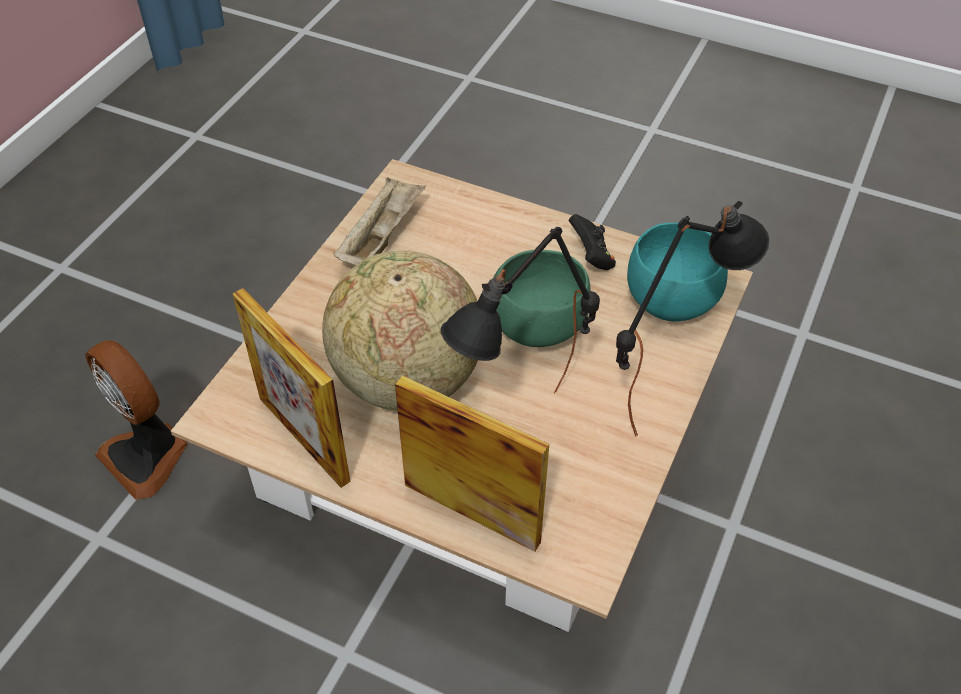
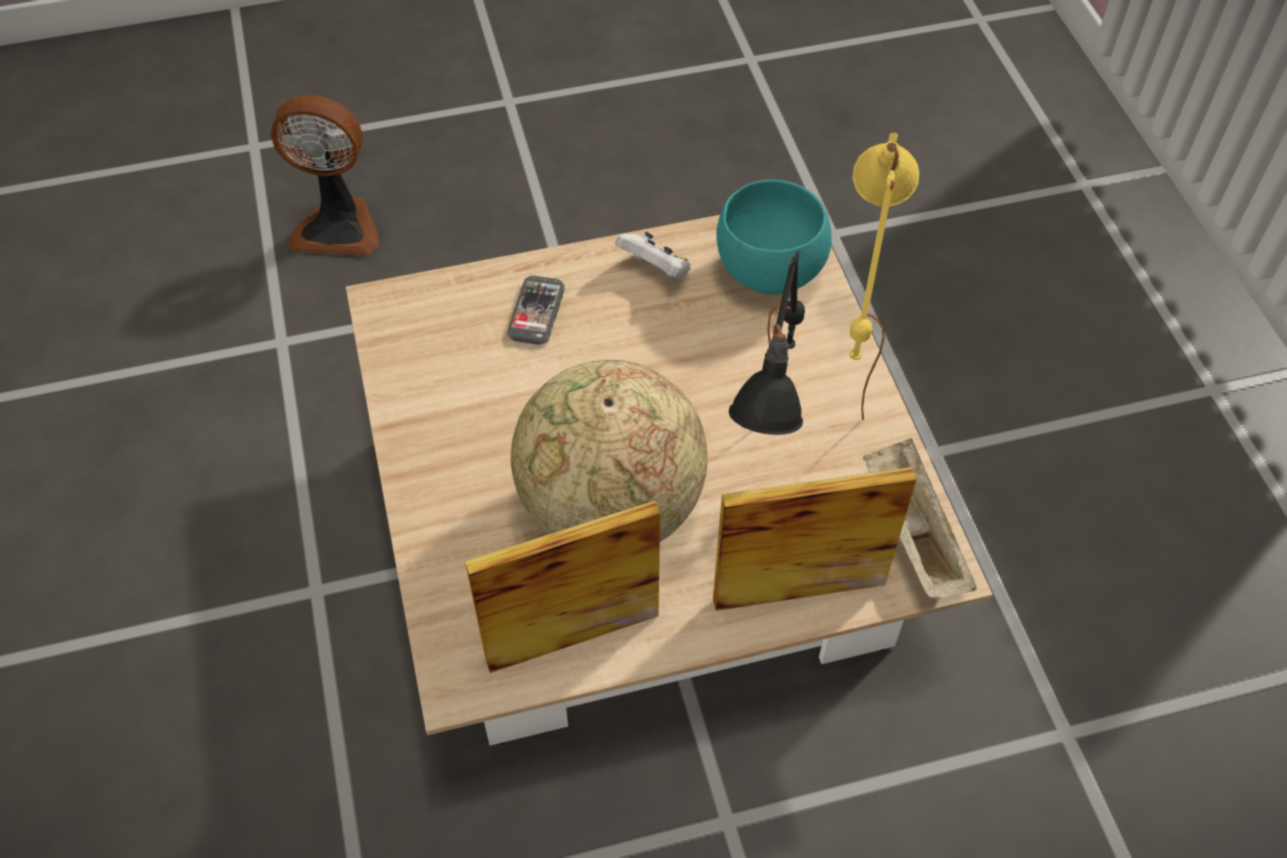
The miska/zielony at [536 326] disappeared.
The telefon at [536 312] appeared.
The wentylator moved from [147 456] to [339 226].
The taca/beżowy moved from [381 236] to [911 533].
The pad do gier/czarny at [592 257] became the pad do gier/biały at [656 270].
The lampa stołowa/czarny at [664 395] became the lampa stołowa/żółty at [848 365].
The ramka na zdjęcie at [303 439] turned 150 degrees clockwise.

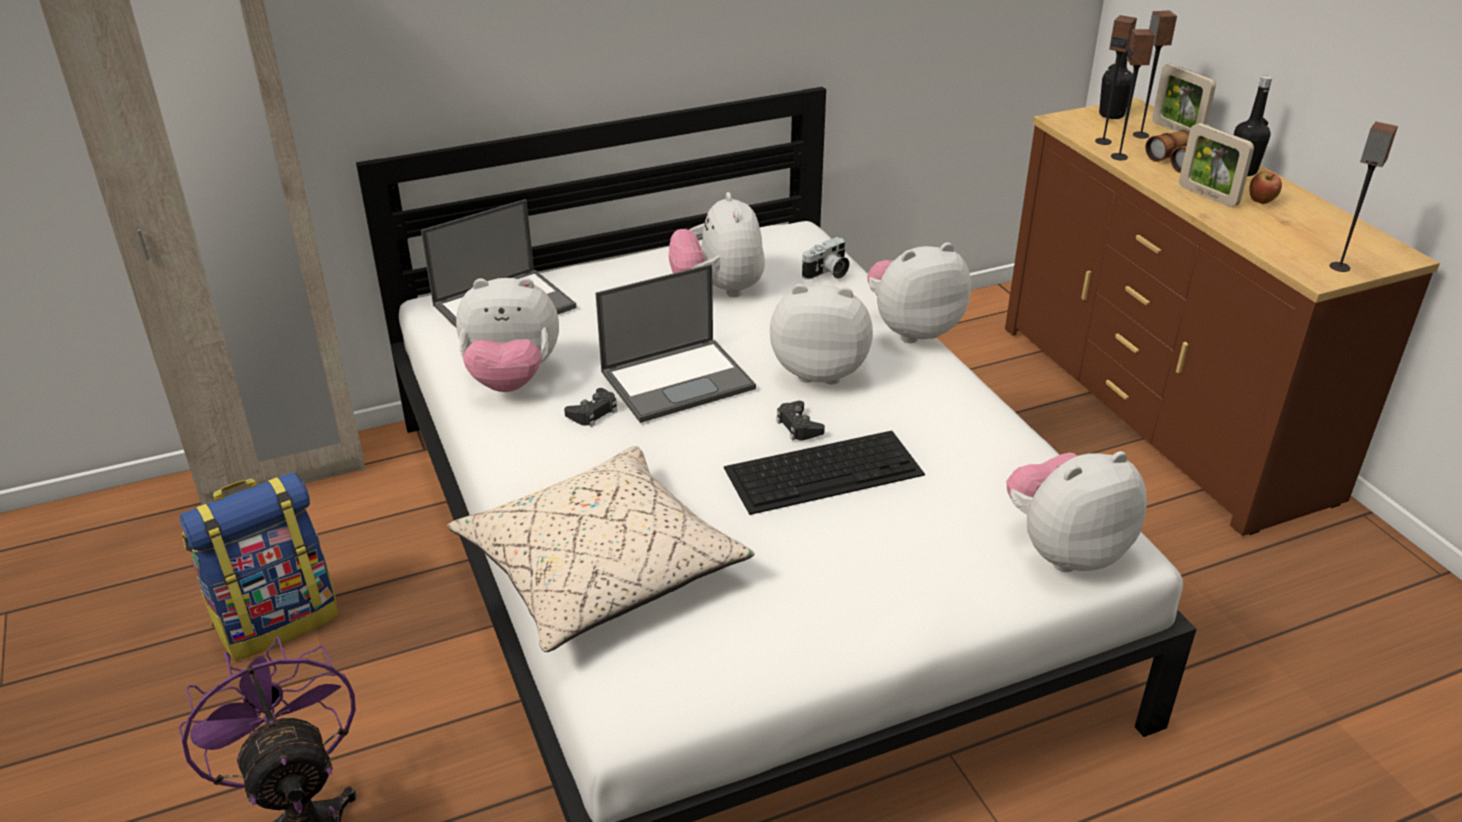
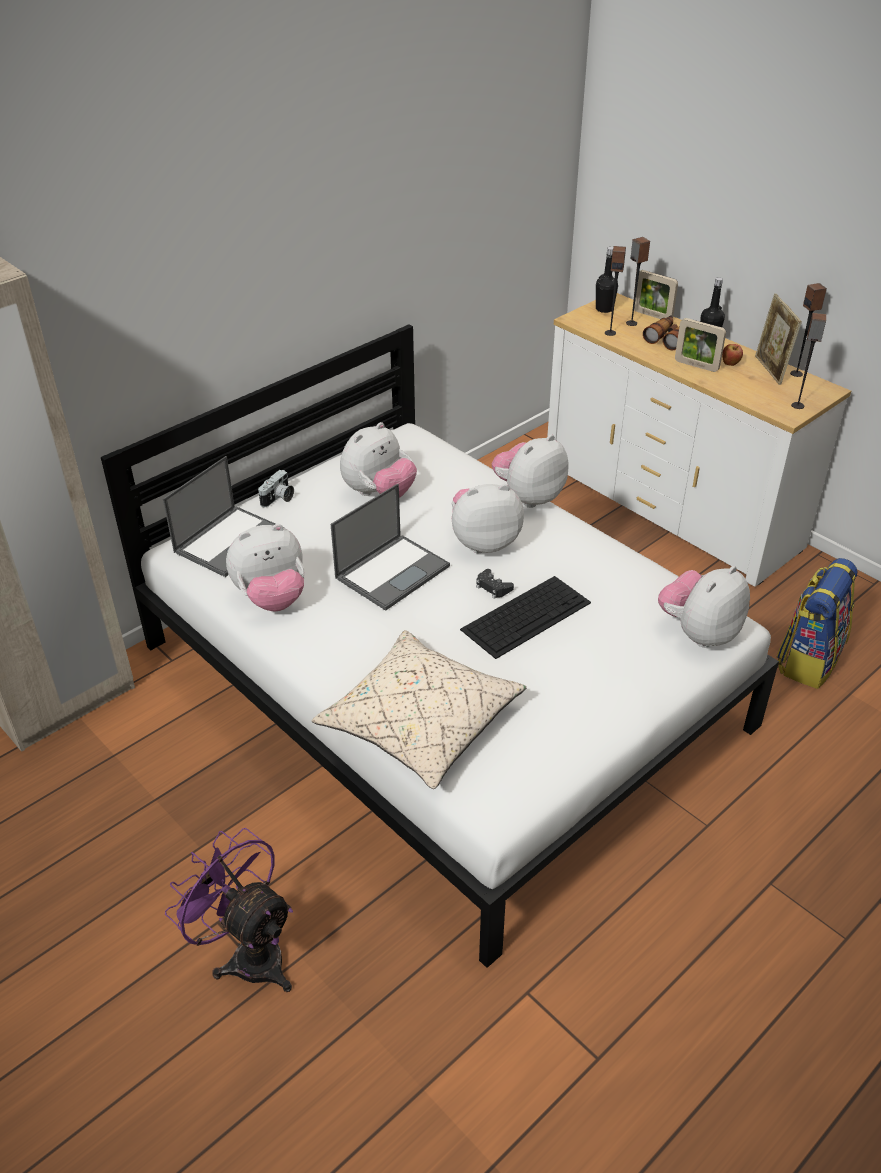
The pad do gier/czarny at [593 412] disappeared.
The ramka na zdjęcie at [770 370] appeared.
The plecak moved from [277 619] to [808 659].
The aparat fotograficzny moved from [827 273] to [278 499].
The głośnik moved from [1119 157] to [796 373].
The komoda/brązowy at [1160 408] became the komoda/biały at [670 507].
The pluszak at [718 289] turned 105 degrees counterclockwise.

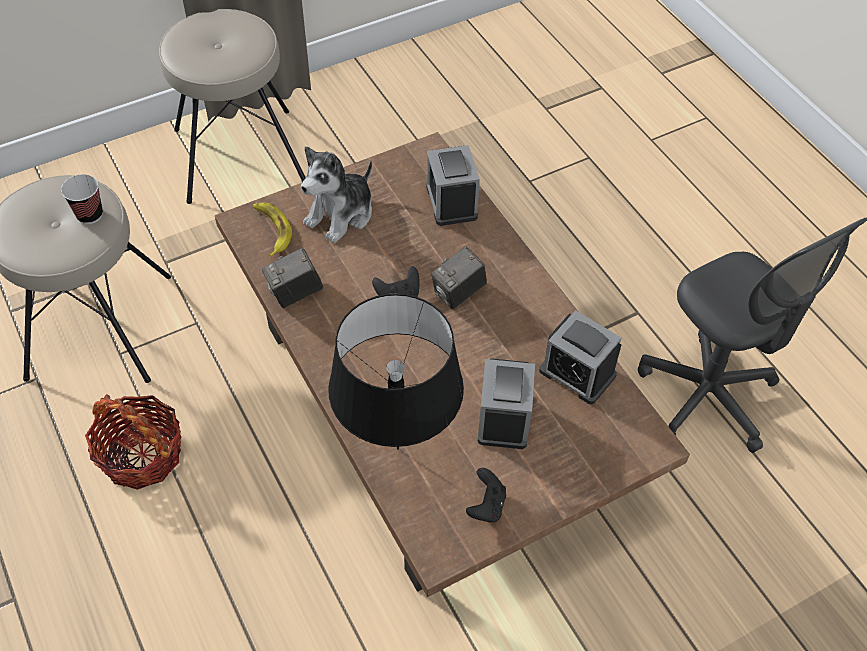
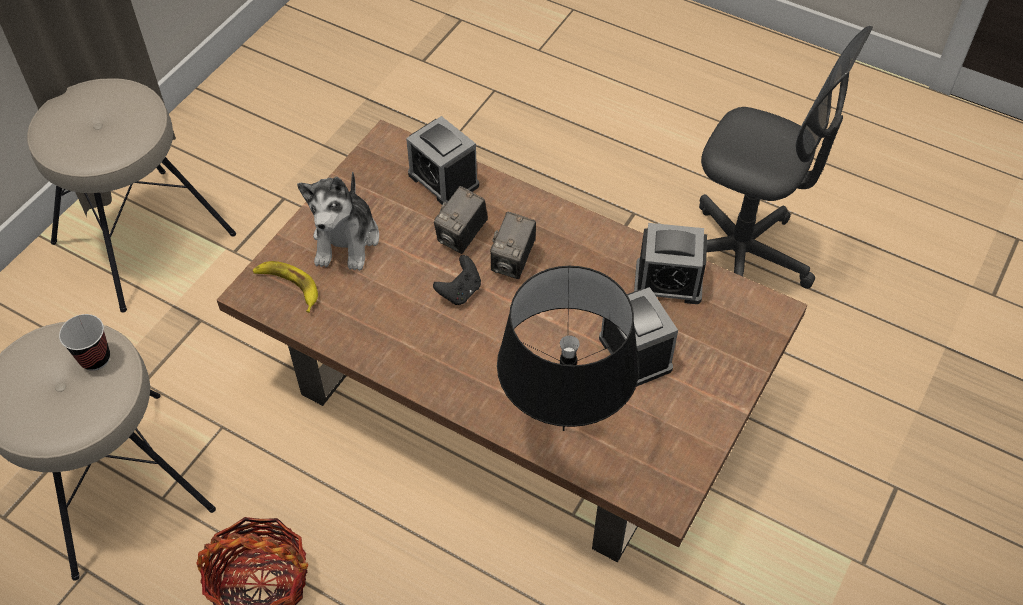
The pad do gier/czarny at [486 505] disappeared.
The aparat fotograficzny moved from [295 293] to [462 236].

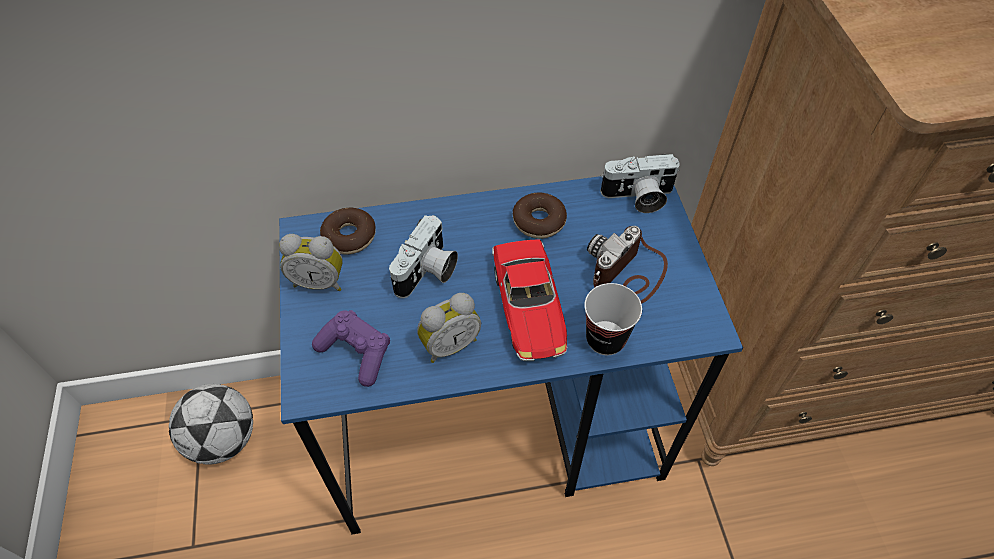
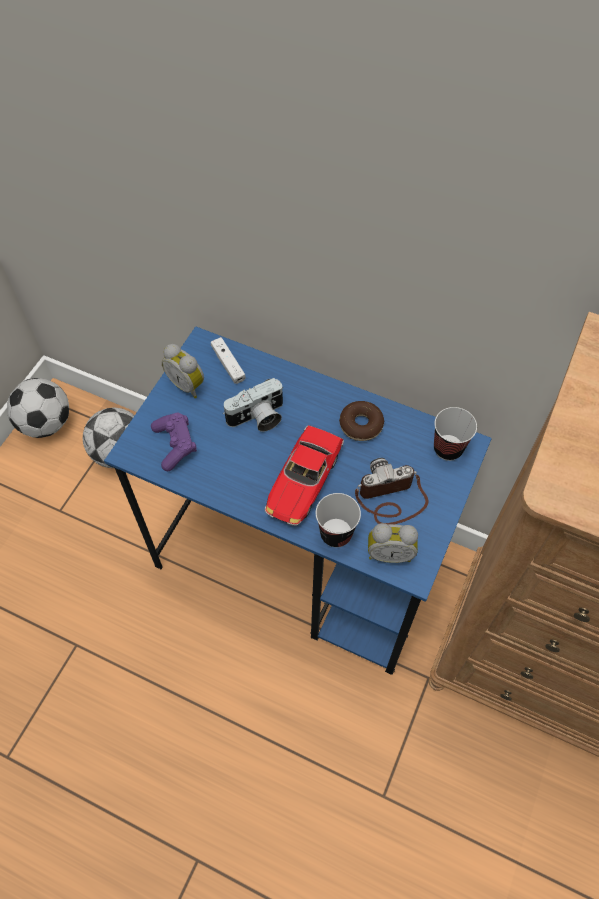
The piłka futbolowa at [46 423] appeared.
The budzik moved from [449 344] to [389 553].
The donut at [349 237] was replaced by the pad do gier/biały at [228 364].
The aparat fotograficzny at [638 197] was replaced by the filiżanka at [448 448].

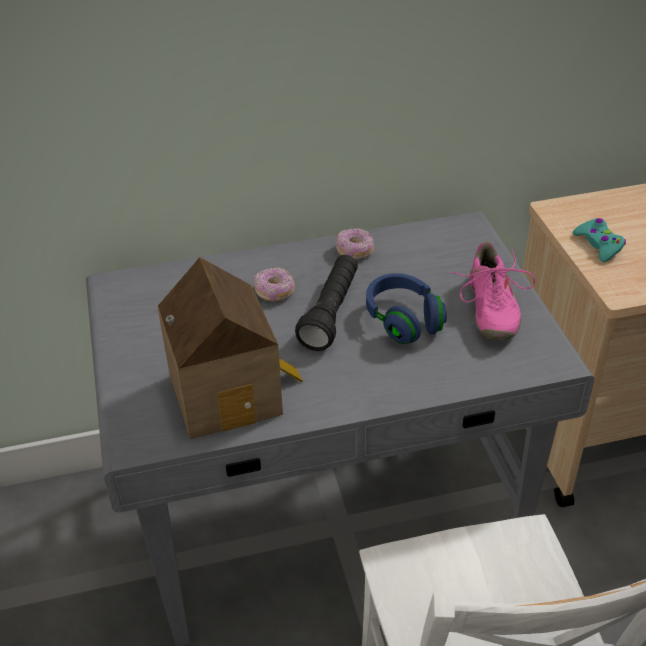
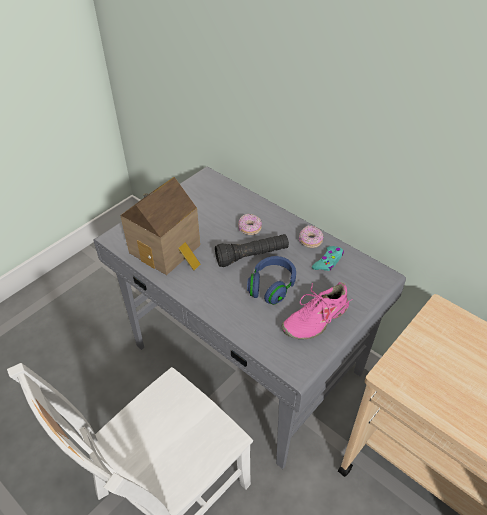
The pad do gier/turkusowy moved from [599 245] to [328 262].

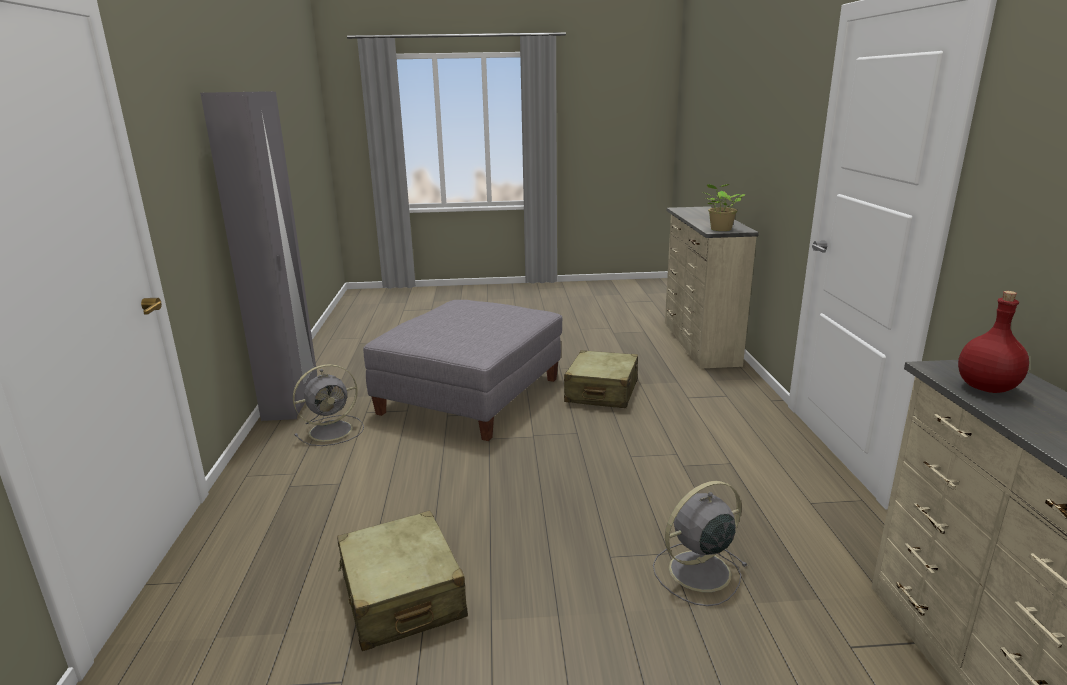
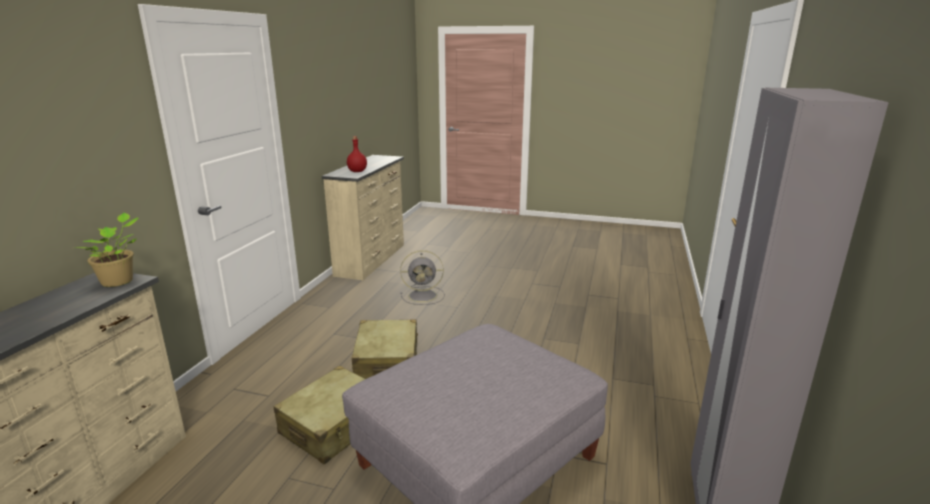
The wentylator/szary at [333 430] disappeared.
The walizka/beżowy moved from [402 596] to [387 362].

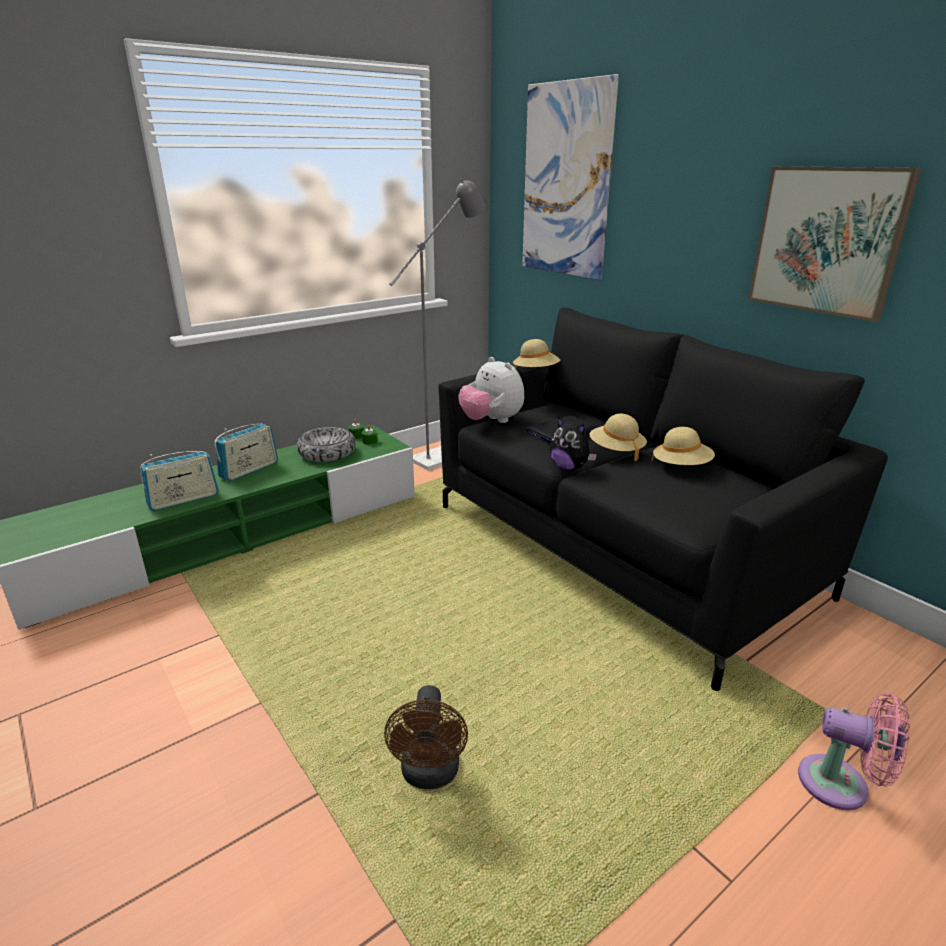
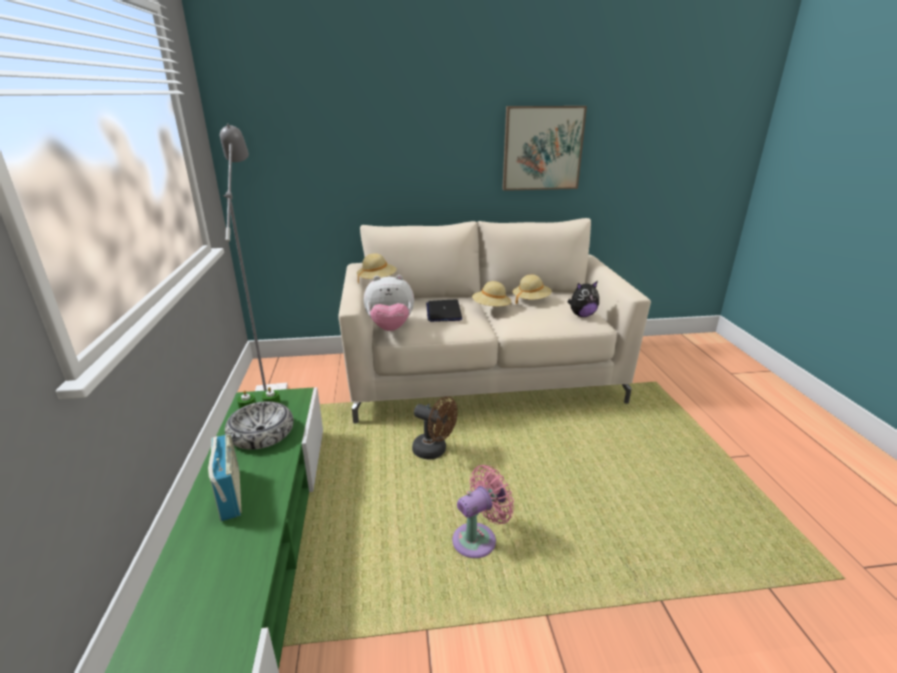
The radio at [184 500] disappeared.
The obraz at [565 181] disappeared.
The wentylator/brązowy moved from [430 775] to [434 451].
The pluszak moved from [569 467] to [582 315].
The wentylator/różowy moved from [841 785] to [478 538].
The kanapa/czarny at [618 548] became the kanapa/beżowy at [482 376].

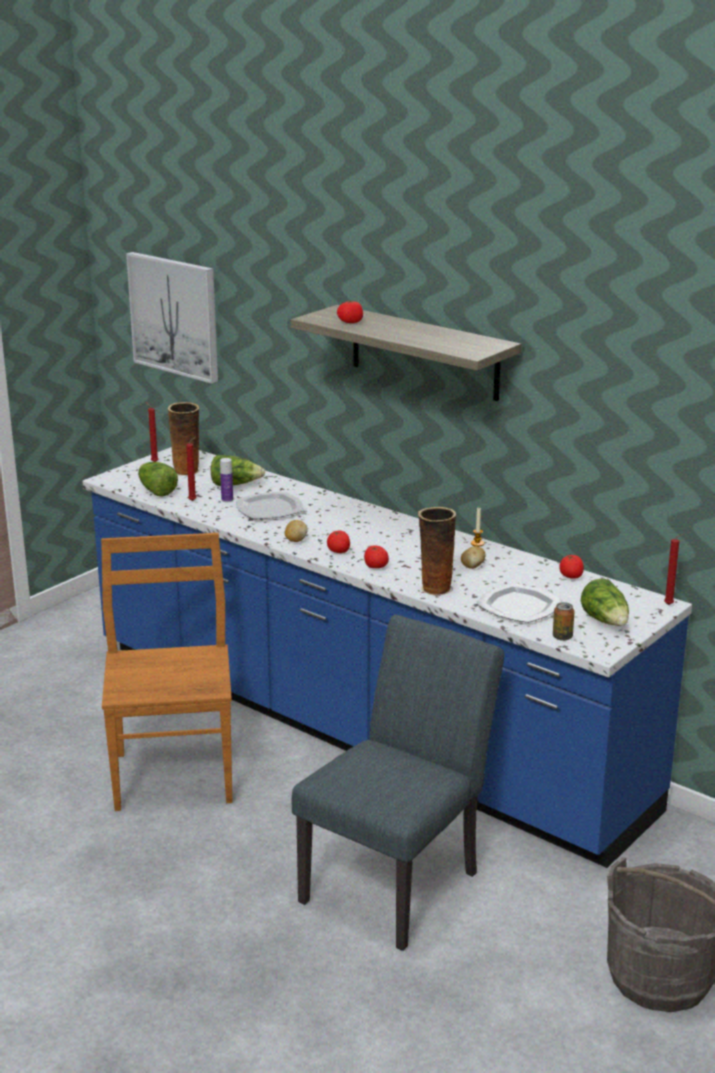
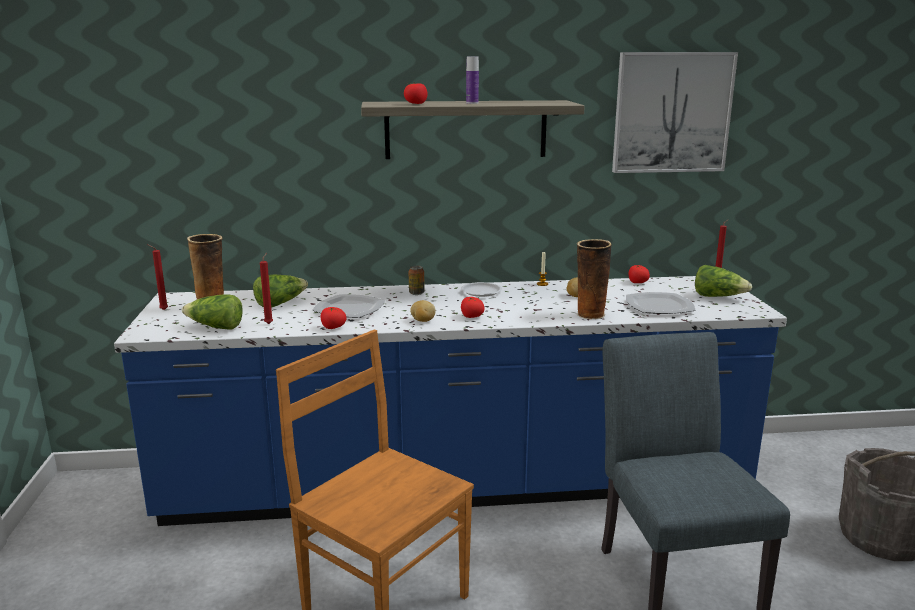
The talerz/biały at [481 292] appeared.
The obraz moved from [175 316] to [672 113].
The butelka moved from [227 500] to [472 103].
The pomidor moved from [375 567] to [333 327].
The puszka moved from [562 637] to [416 293].

